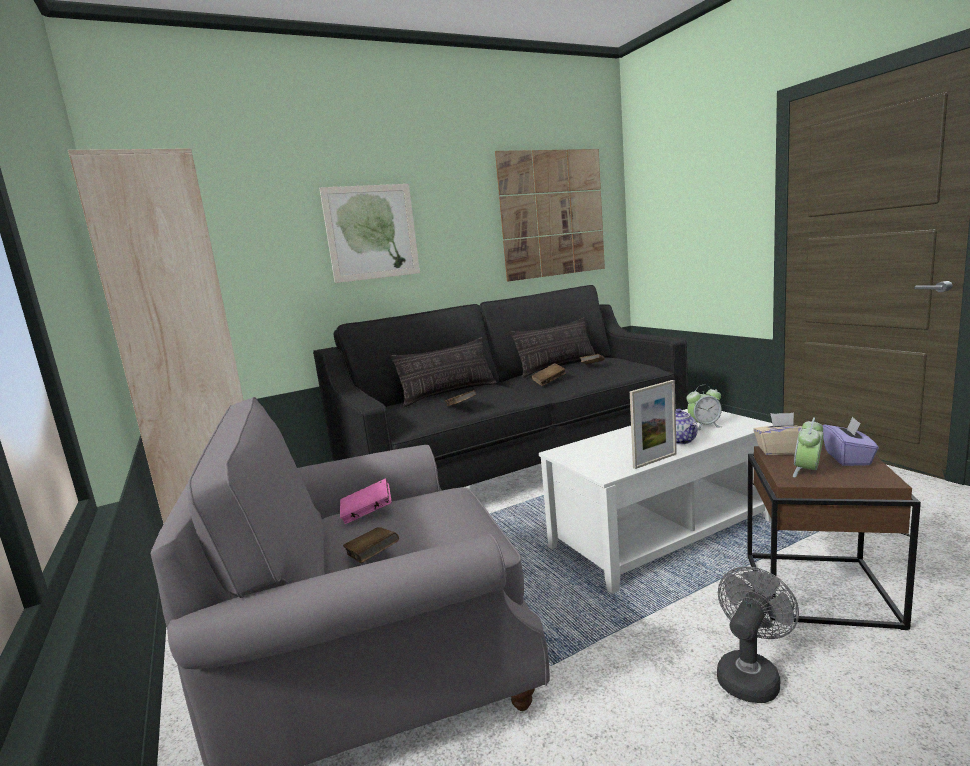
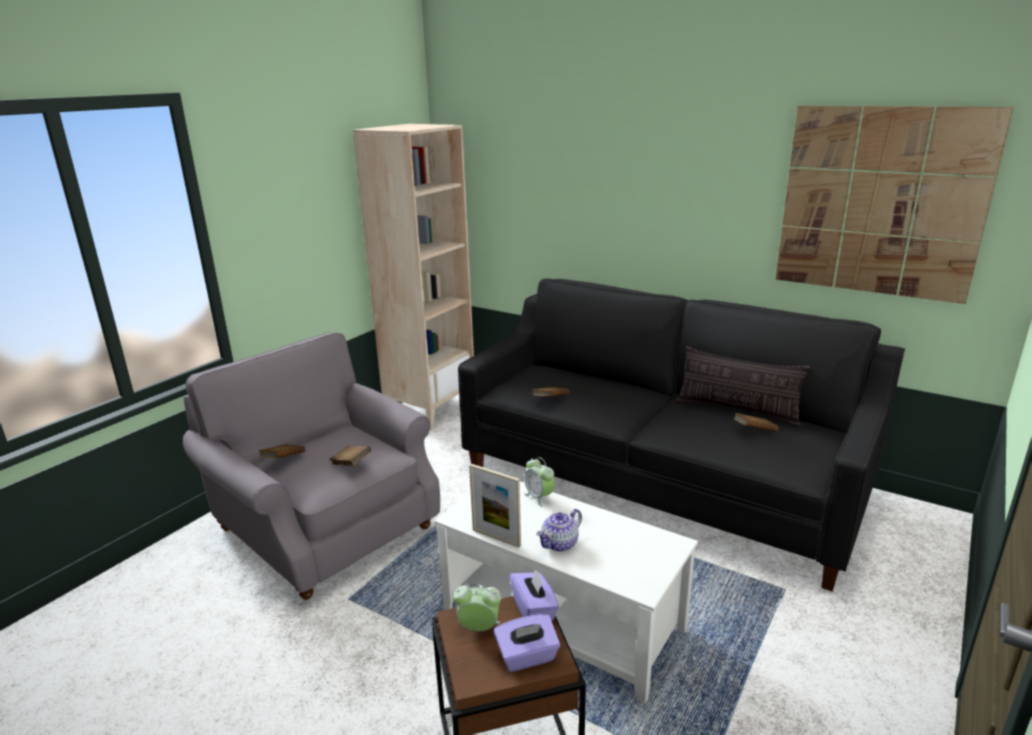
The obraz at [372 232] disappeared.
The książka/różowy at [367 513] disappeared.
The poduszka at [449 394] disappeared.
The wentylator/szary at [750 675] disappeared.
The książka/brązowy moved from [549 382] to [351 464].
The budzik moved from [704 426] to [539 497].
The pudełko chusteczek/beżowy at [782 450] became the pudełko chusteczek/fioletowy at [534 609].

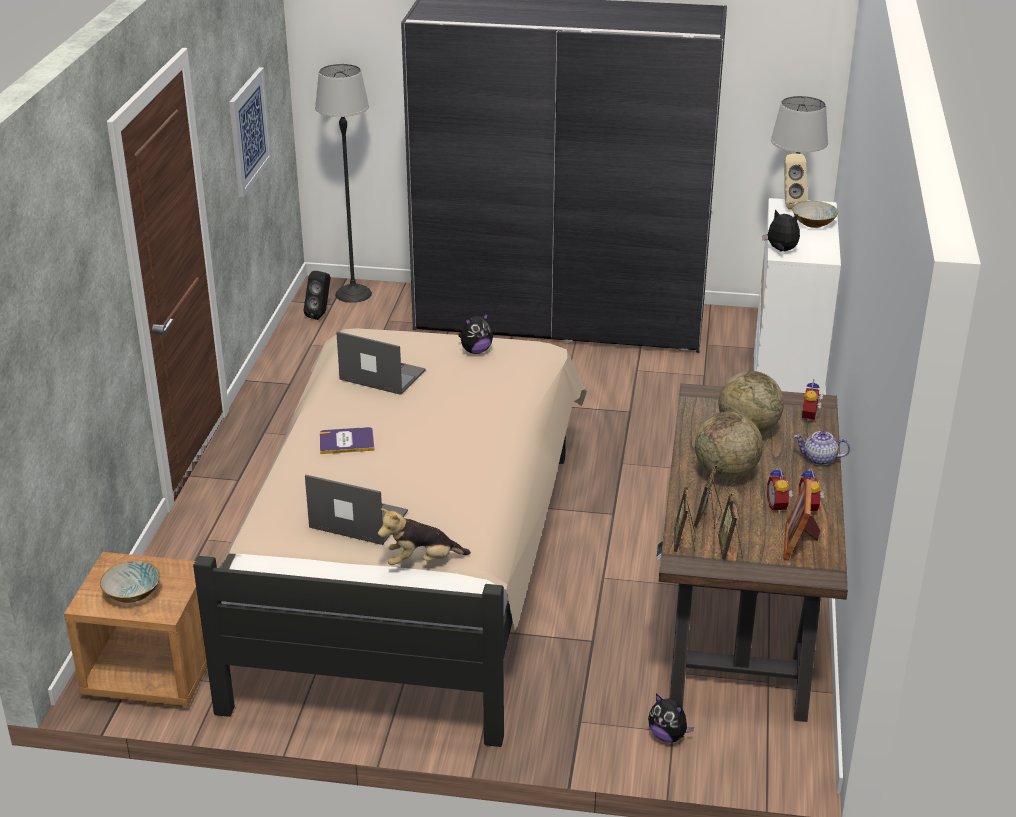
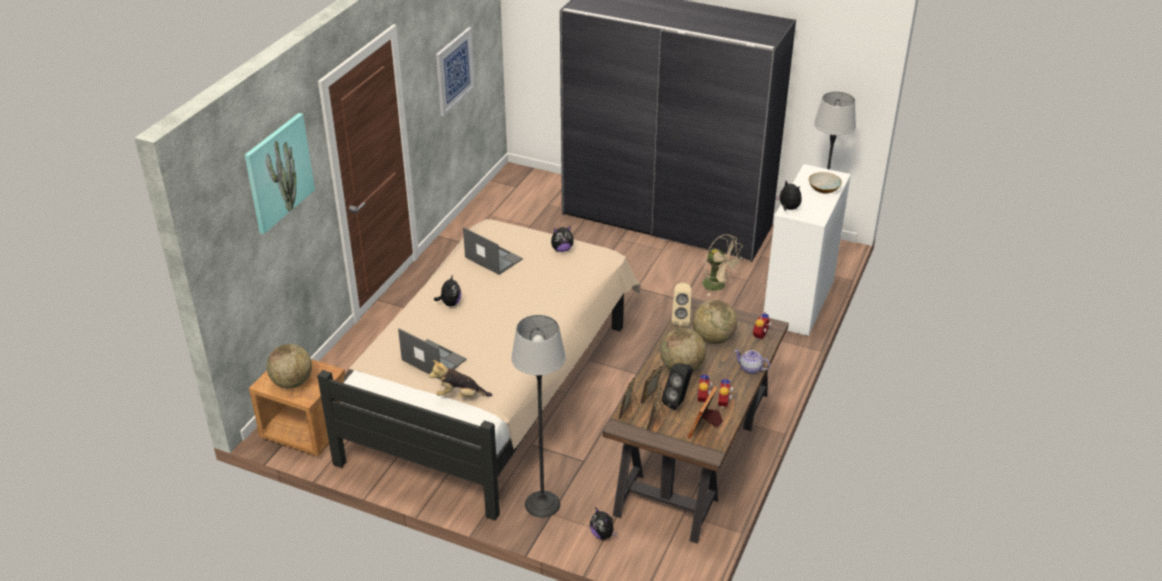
The obraz at [279 172] appeared.
The wentylator/beżowy at [718 286] appeared.
The głośnik/czarny moved from [320 314] to [678 402].
The lampa stojąca moved from [353 294] to [543 504].
The głośnik/beżowy moved from [790 204] to [680 319].
The miska at [133 593] was replaced by the globus at [292 382].
The książka at [346 441] was replaced by the pluszak at [450 303].

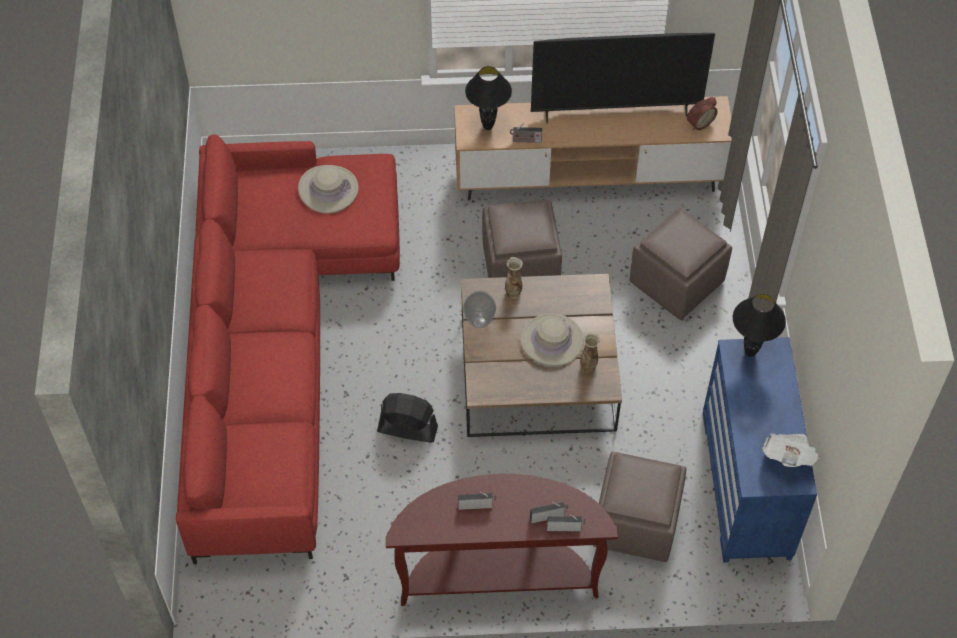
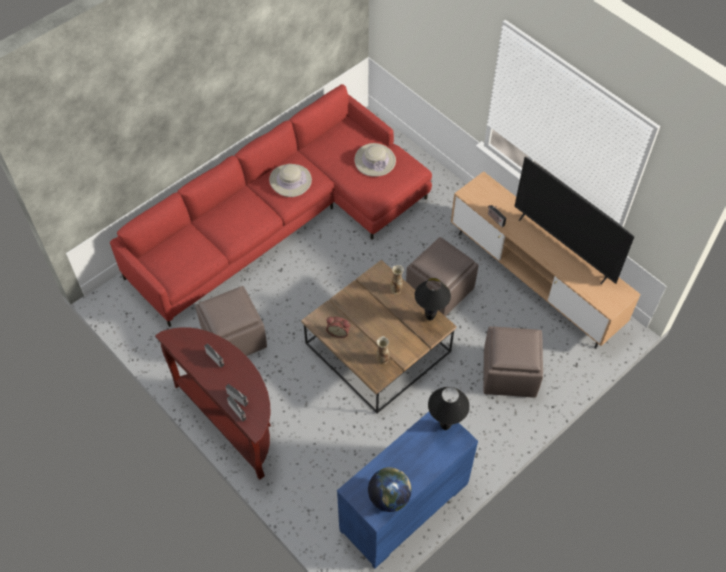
The wentylator/czarny at [407 429] disappeared.
The wazon at [480 322] disappeared.
The lampa stołowa/czarny moved from [488 126] to [430 317].
The kapelusz/beżowy moved from [551 341] to [290 180].
The pufa/brązowy moved from [637 523] to [234 339].
The budzik moved from [699 122] to [338 331].
The gazeta at [789 456] was replaced by the globus at [389 497].

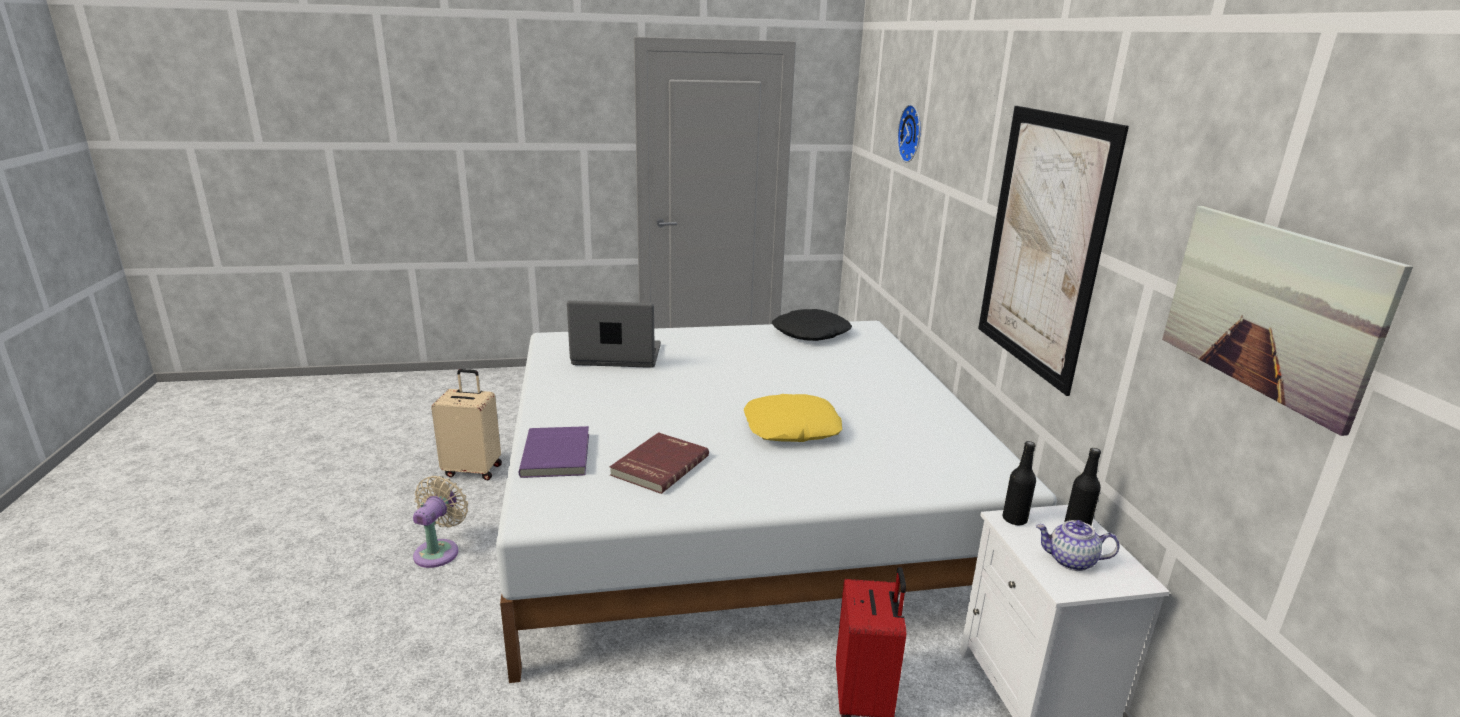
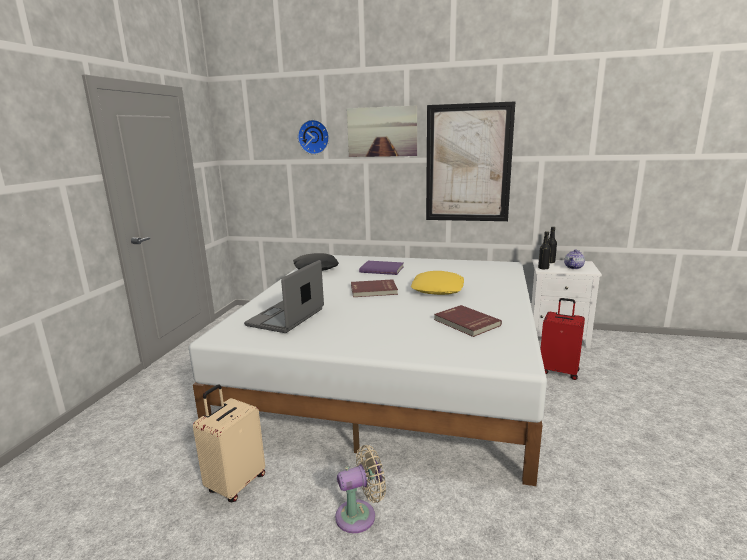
The książka/czerwony at [373 290] appeared.
The książka/fioletowy moved from [558 455] to [382 269].
The obraz moved from [1268 309] to [382 132].
The wentylator/beżowy at [439 551] turned 120 degrees clockwise.

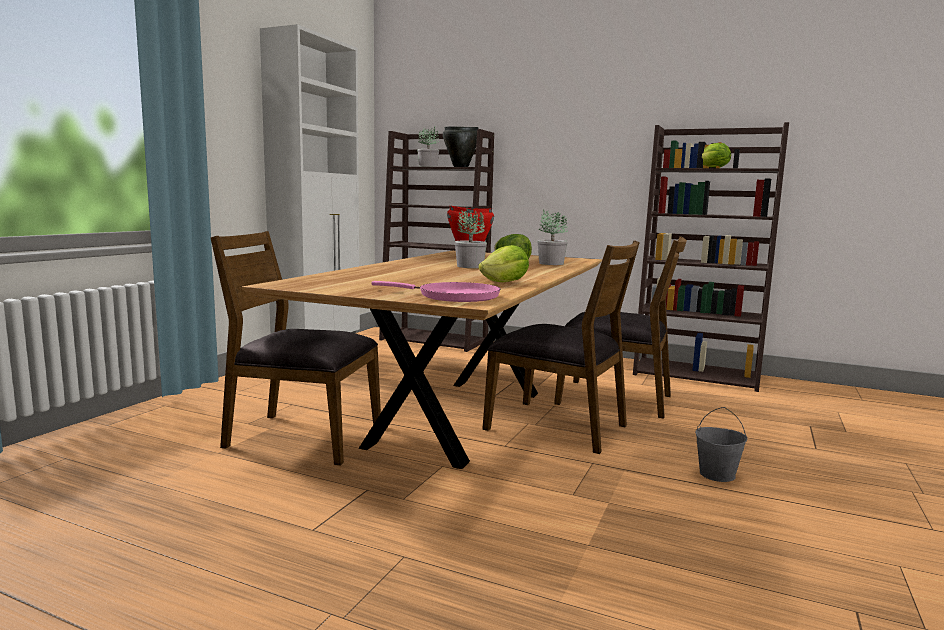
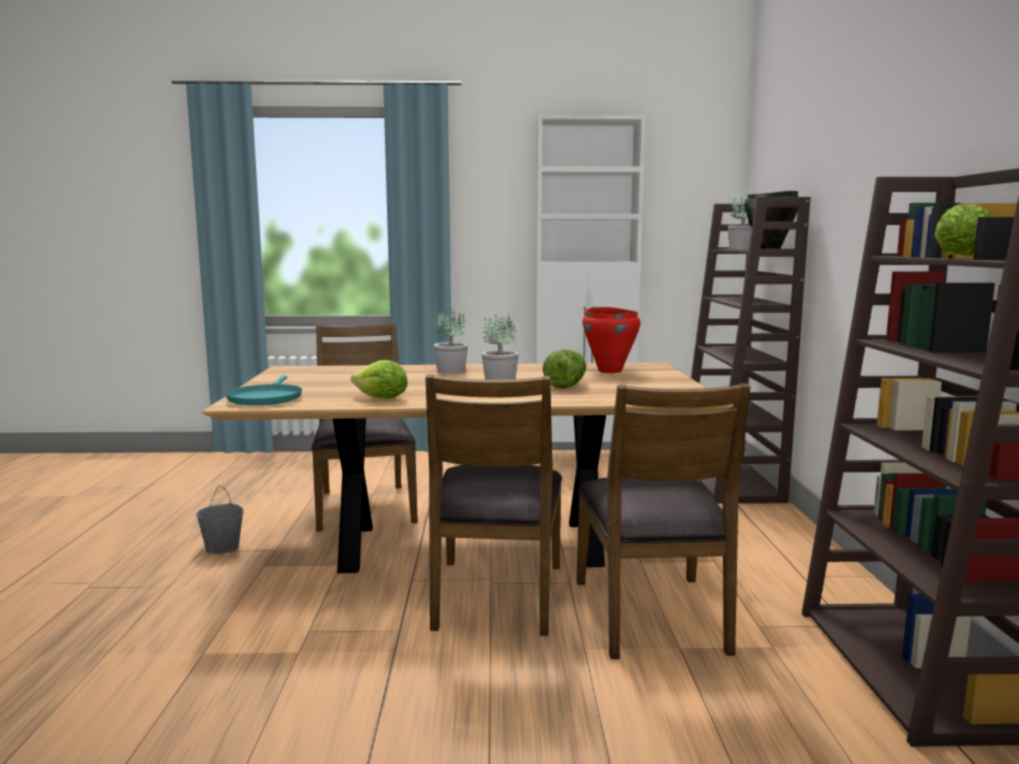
The roślina doniczkowa moved from [550 263] to [450 370].
The wiadro/szary moved from [717 474] to [223 548].
The patelnia/różowy at [453 297] became the patelnia/turkusowy at [265 398].

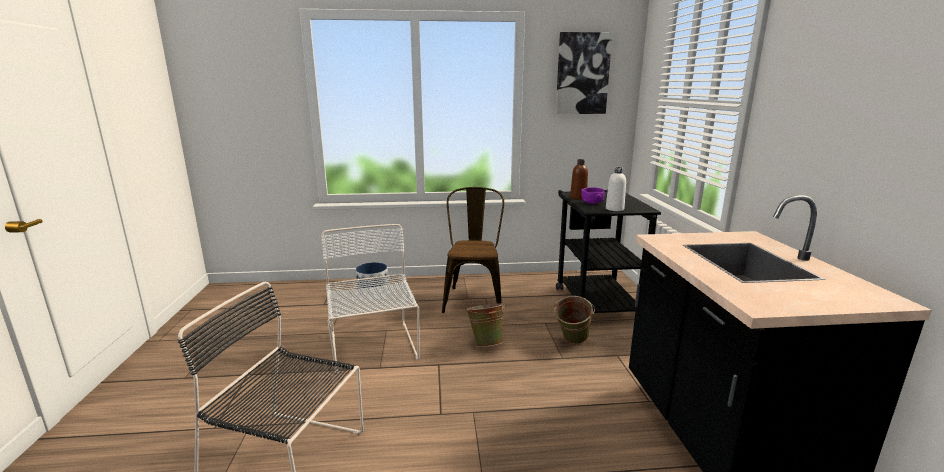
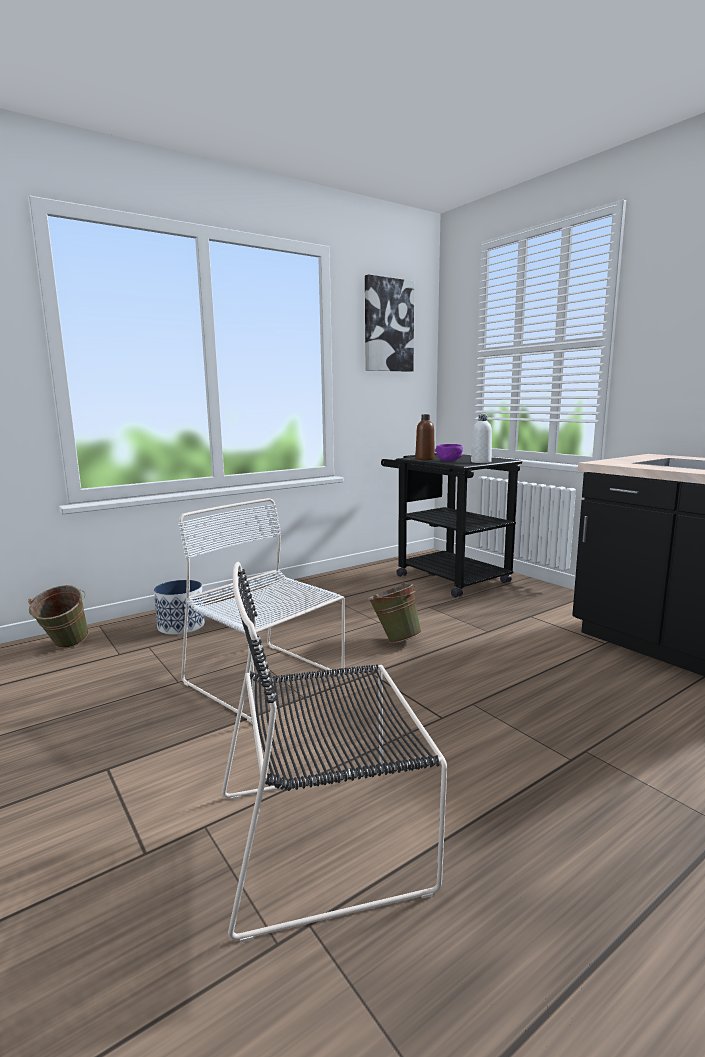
The krzesło/brązowy at [474 297] disappeared.
The wiadro/zielony moved from [571 342] to [64 647].

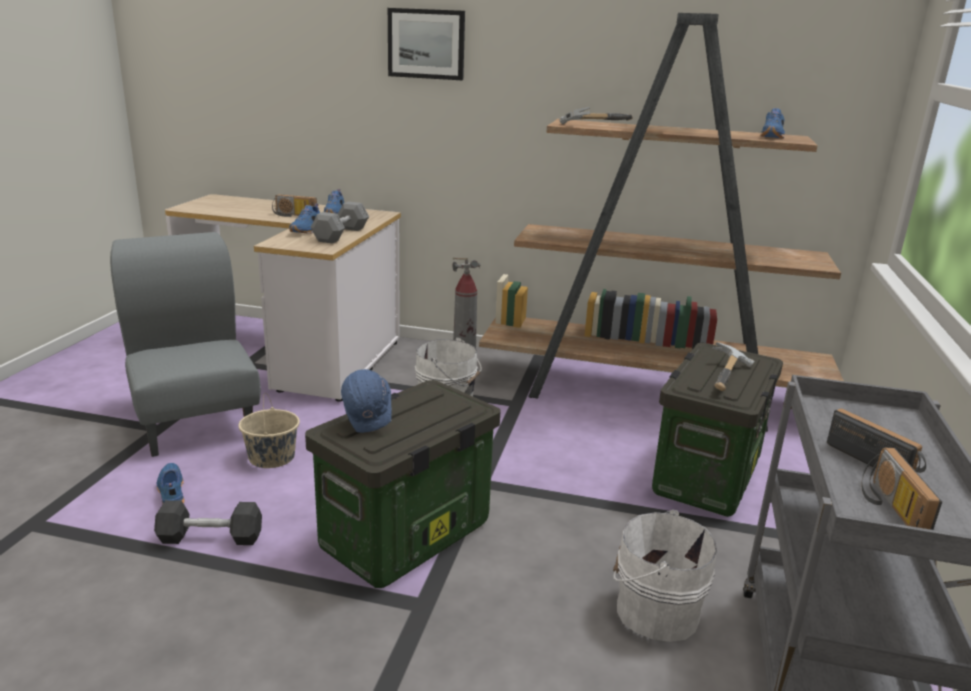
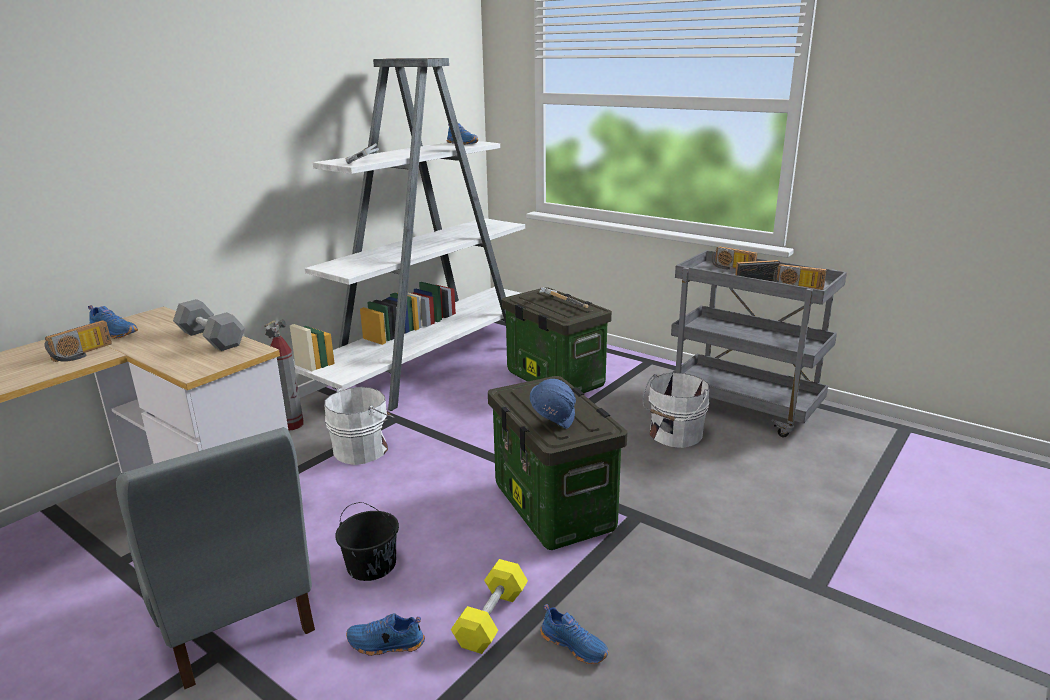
The obraz at [426 44] disappeared.
The radio at [731 268] appeared.
The but/niebieski moved from [307 230] to [575 645].
The hantel/czarny at [211 537] became the hantel/żółty at [491 618].
The wiadro/beżowy at [271 457] became the wiadro/czarny at [372 565].
The regał/brązowy at [650 392] became the regał/biały at [433 364].
The krzesło/szary at [196 421] turned 120 degrees counterclockwise.

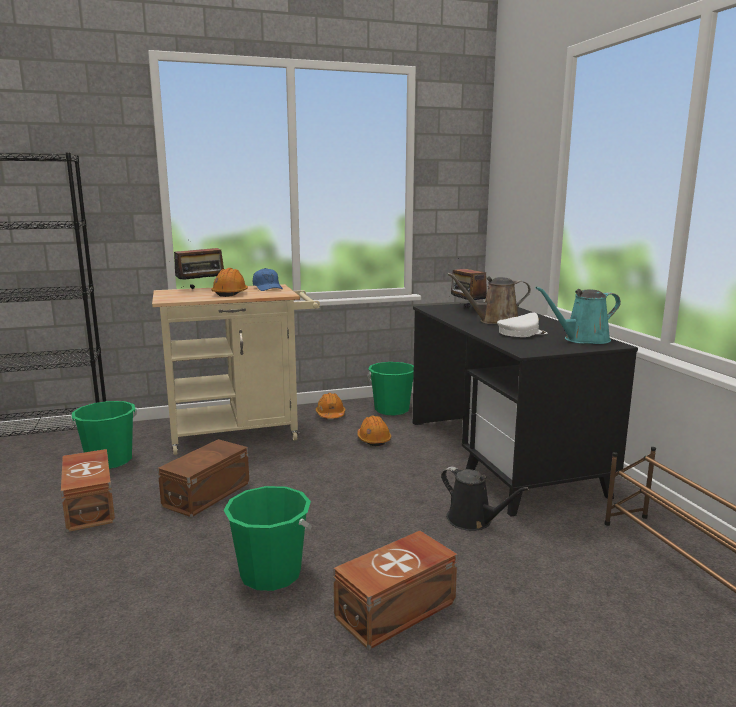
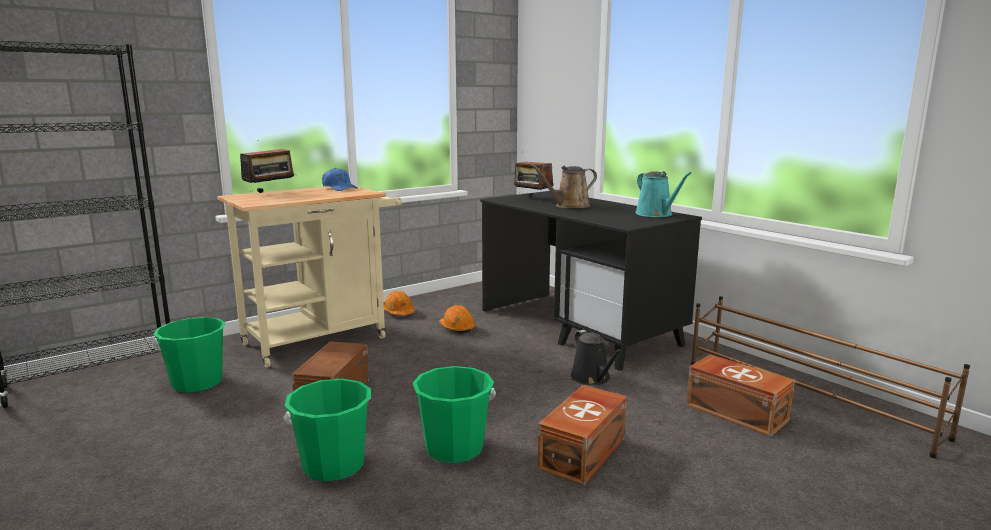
The kask/pomarańczowy at [230 293] disappeared.
The czapka z daszkiem/biały at [521 333] disappeared.
The pojemnik do przechowywania/brązowy moved from [91 506] to [735 412].
The wiadro/zielony moved from [392 410] to [333 465].
The konewka/czarny at [473 520] turned 45 degrees clockwise.
The konewka/turkusowy at [582 340] turned 75 degrees counterclockwise.

